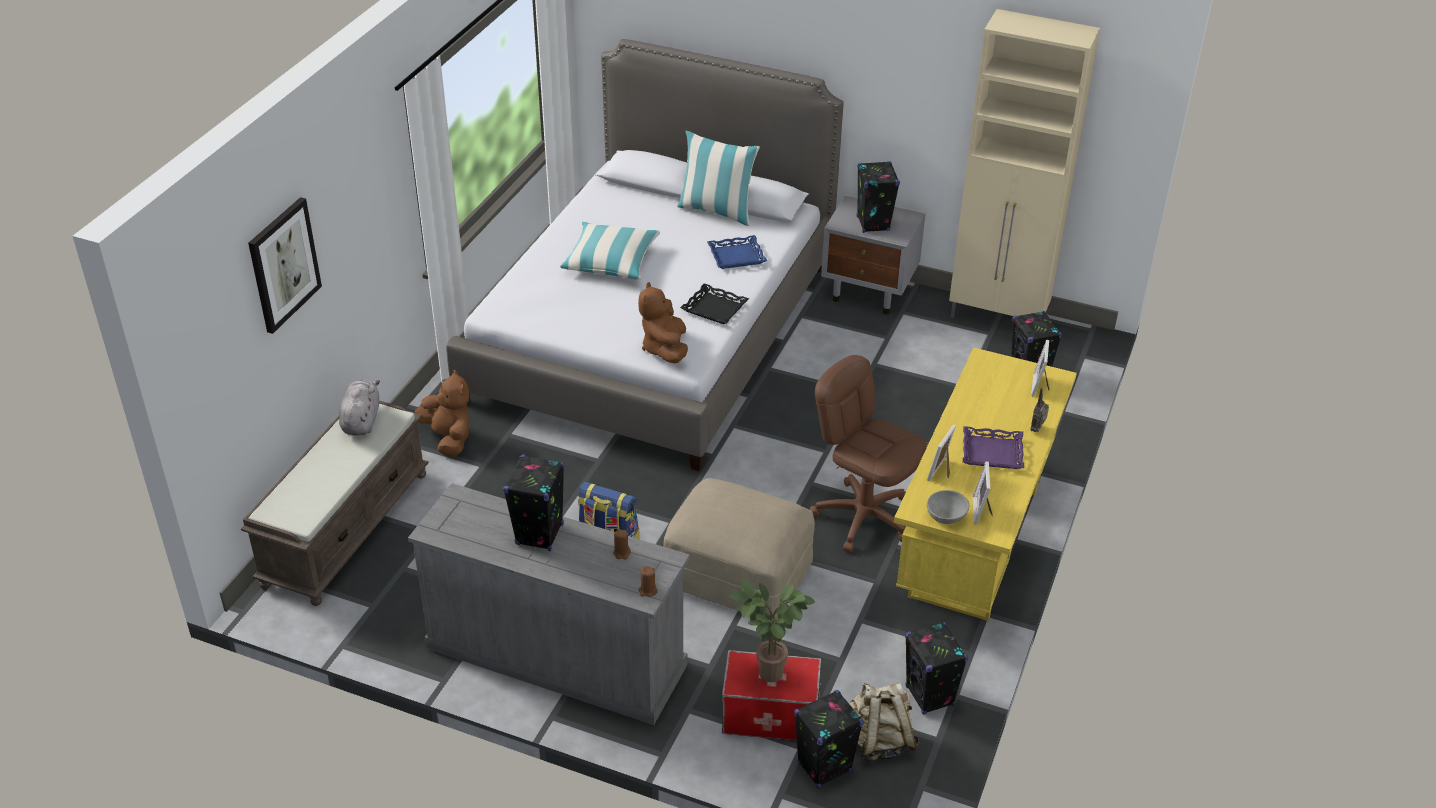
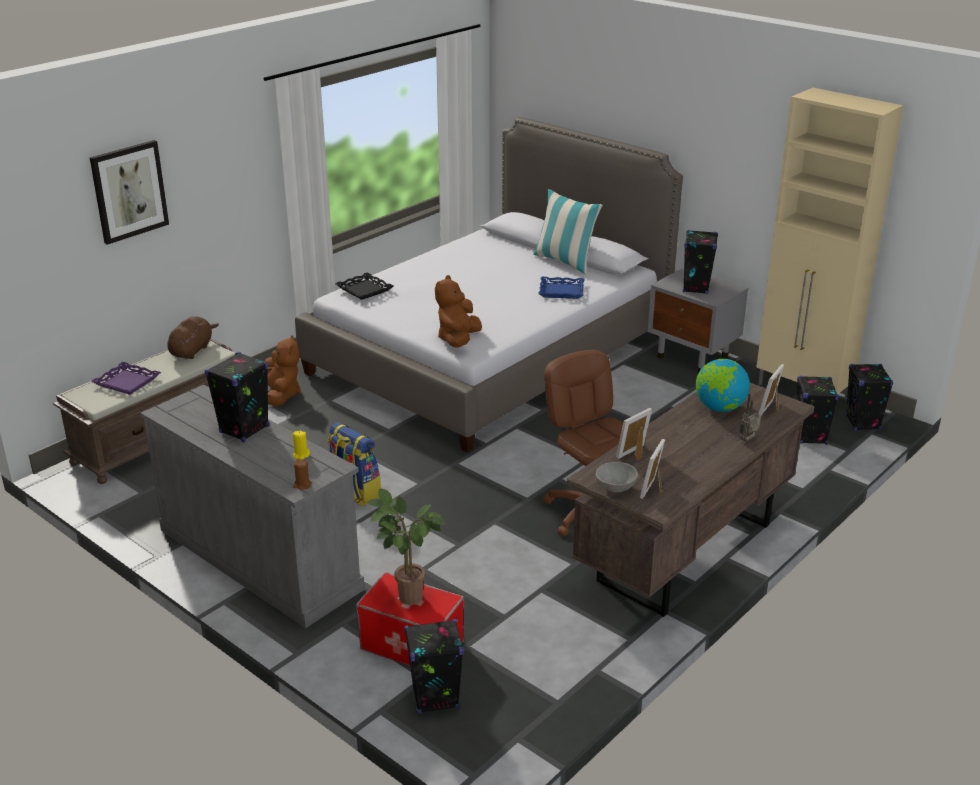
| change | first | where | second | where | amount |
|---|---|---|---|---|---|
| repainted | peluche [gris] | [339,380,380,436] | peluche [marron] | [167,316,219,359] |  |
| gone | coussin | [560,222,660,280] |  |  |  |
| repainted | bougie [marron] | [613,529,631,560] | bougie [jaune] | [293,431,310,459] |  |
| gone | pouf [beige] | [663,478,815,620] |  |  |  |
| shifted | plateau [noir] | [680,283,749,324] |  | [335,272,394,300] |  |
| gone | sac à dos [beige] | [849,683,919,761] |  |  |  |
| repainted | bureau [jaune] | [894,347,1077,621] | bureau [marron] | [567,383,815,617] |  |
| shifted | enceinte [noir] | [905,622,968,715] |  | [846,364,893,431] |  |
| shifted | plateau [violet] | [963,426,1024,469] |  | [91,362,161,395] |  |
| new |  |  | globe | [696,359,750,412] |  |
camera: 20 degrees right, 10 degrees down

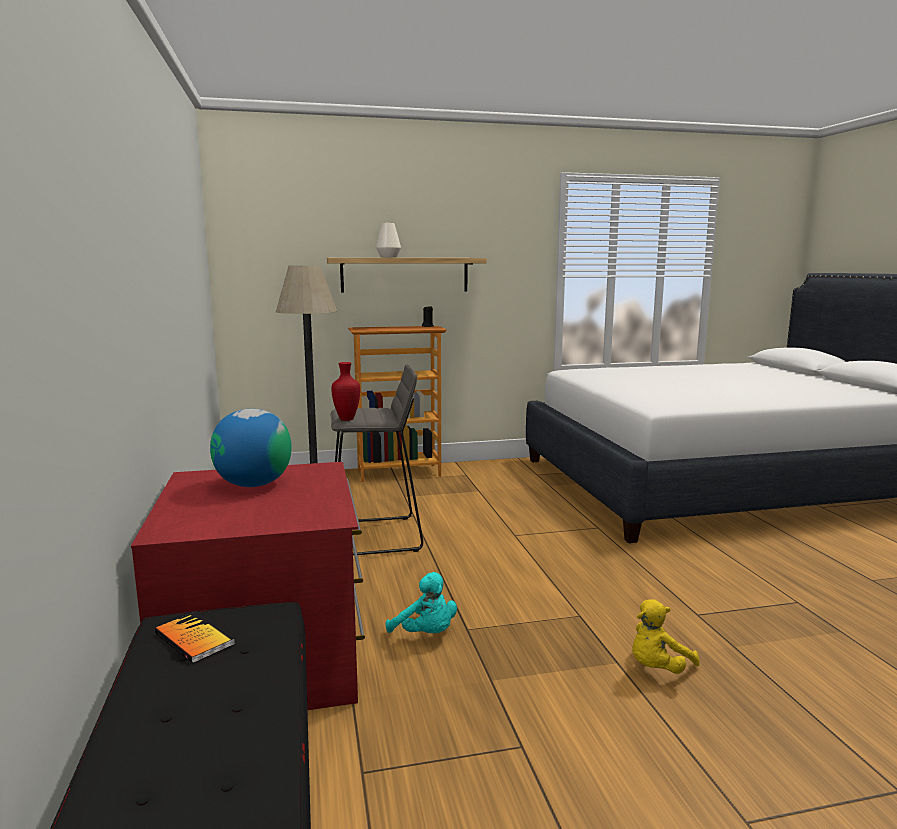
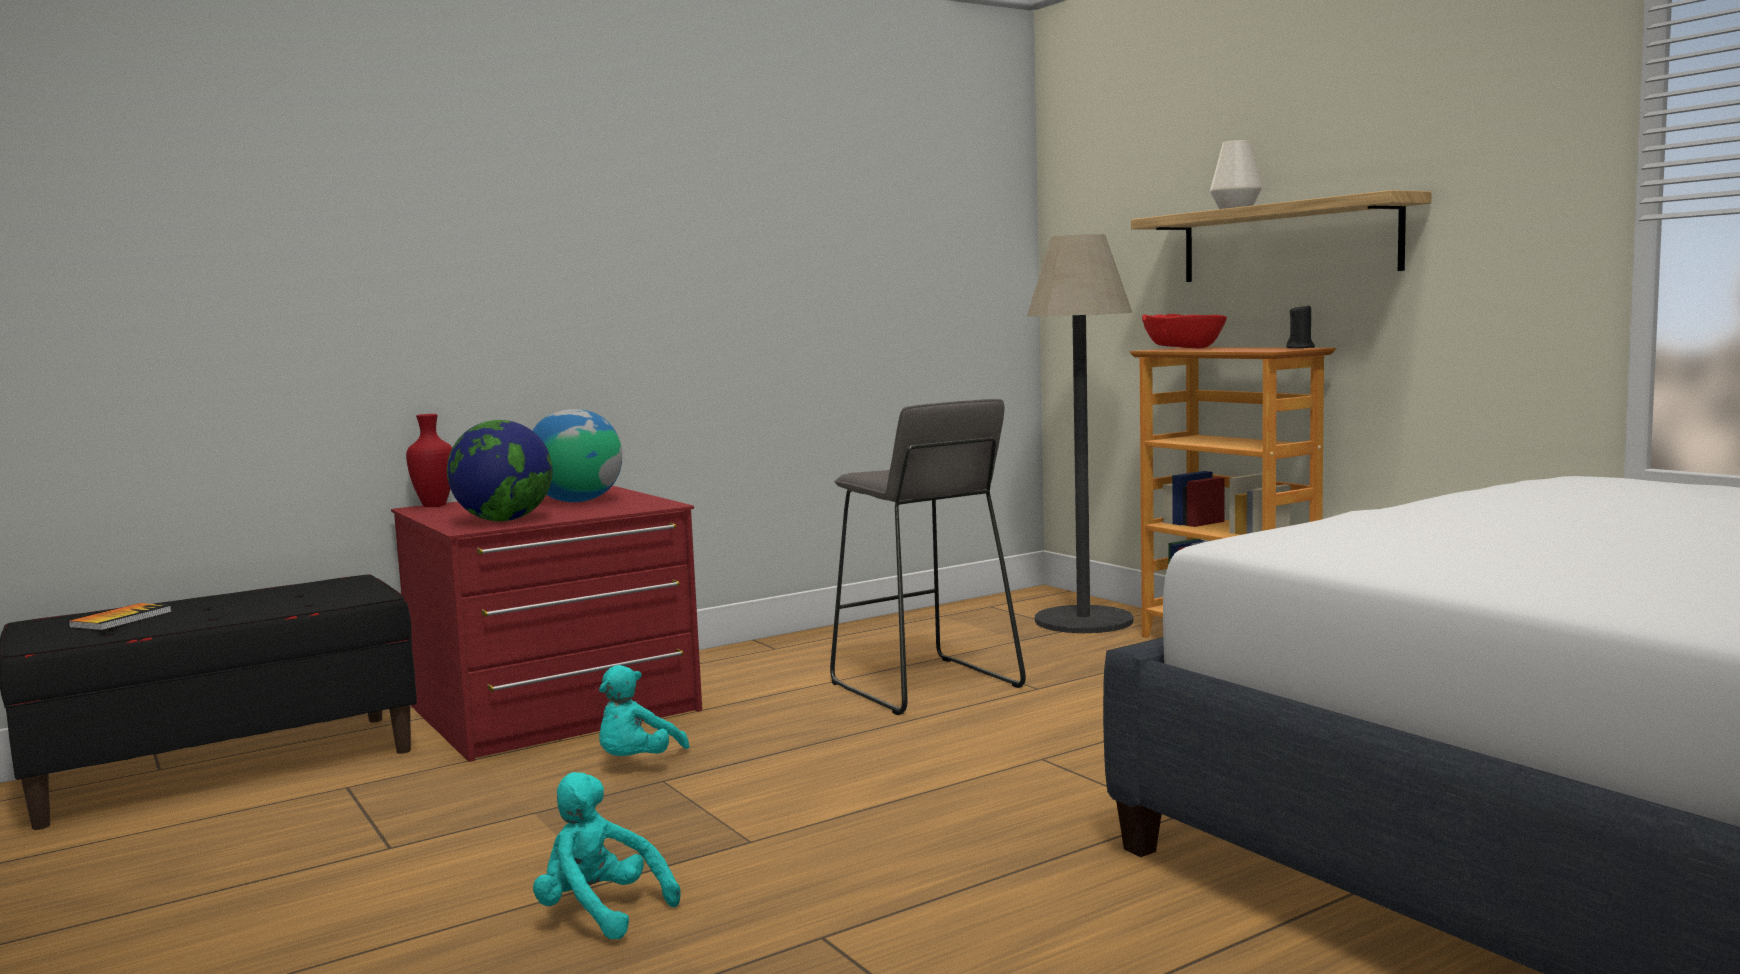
| change | first | where | second | where | amount |
|---|---|---|---|---|---|
| shifted | livre | [155,611,235,663] |  | [68,603,171,631] |  |
| shifted | vase [rouge] | [331,362,360,421] |  | [406,414,452,507] |  |
| repainted | peluche [jaune] | [632,599,700,674] | peluche [turquoise] | [533,772,681,939] |  |
| new |  |  | globe | [447,420,553,521] |  |
| new |  |  | bol [rouge] | [1142,314,1227,348] |  |
camera: 70 degrees right, 5 degrees down

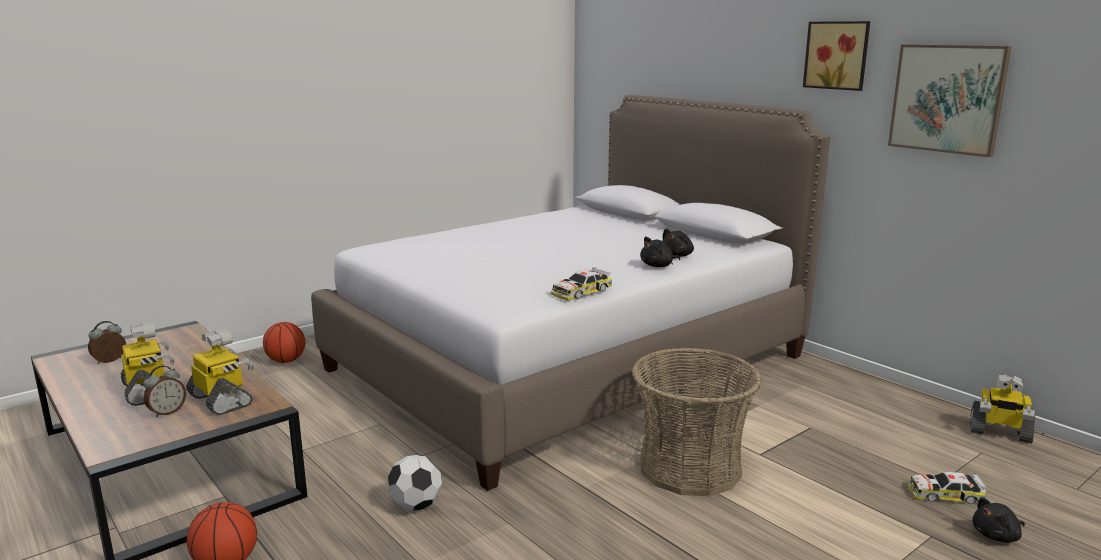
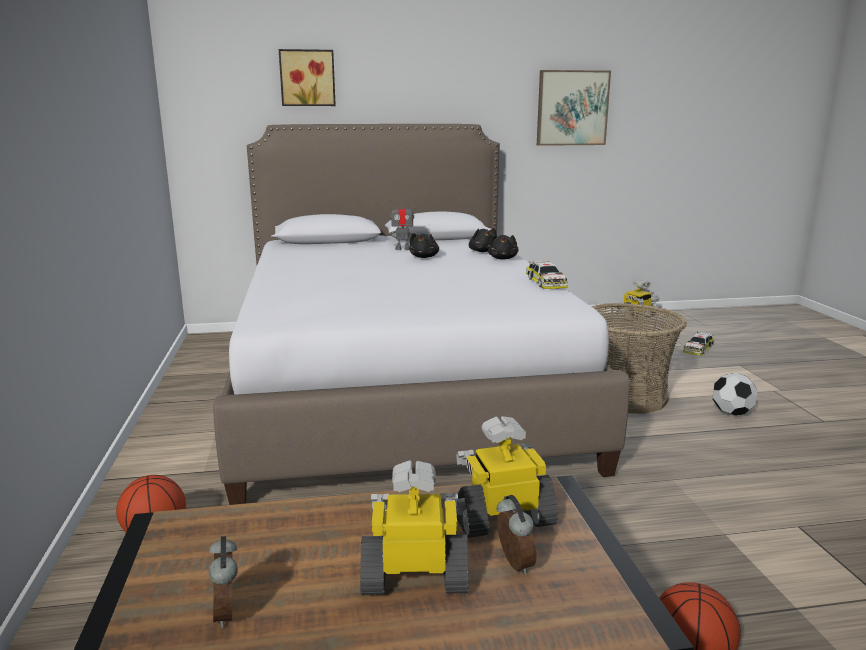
| change | first | where | second | where | amount |
|---|---|---|---|---|---|
| shifted | ballon de foot | [388,455,442,511] |  | [712,373,757,416] |  |
| shifted | tableau | [803,21,870,91] |  | [279,49,336,106] |  |
| shifted | peluche [noir] | [973,497,1025,543] |  | [409,233,439,258] |  |
| new |  |  | robot jouet | [385,200,420,250] |  |
camera: 60 degrees left, 0 degrees up

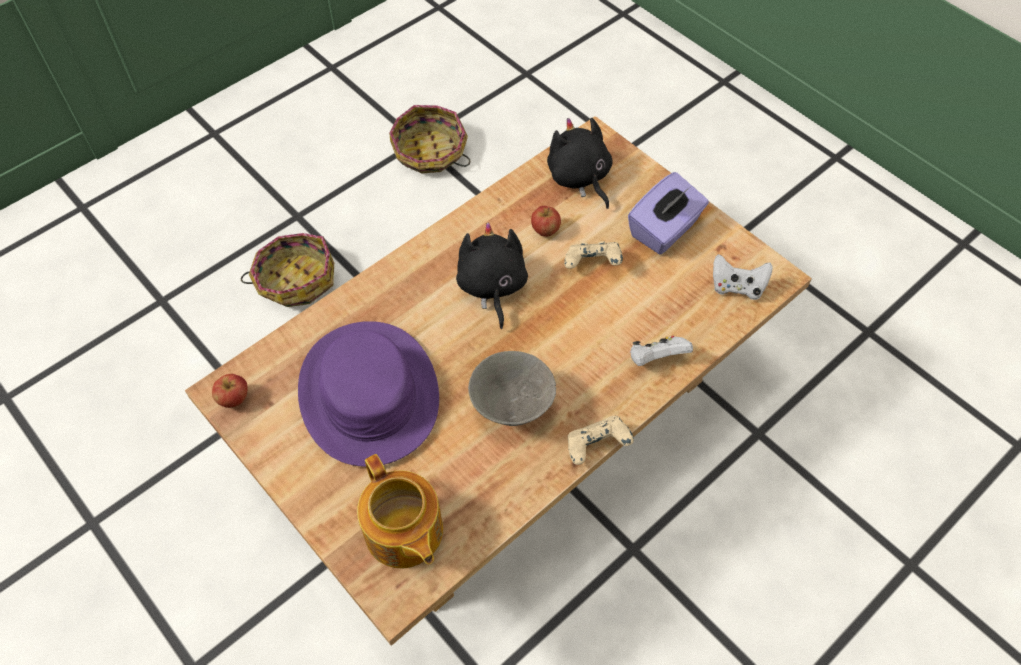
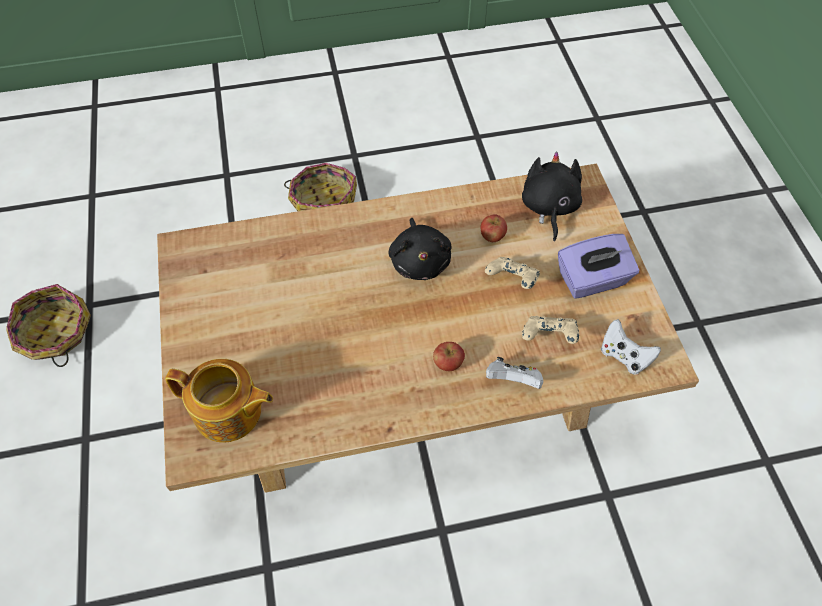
| change | first | where | second | where | amount |
|---|---|---|---|---|---|
| shifted | pomme | [212,374,248,408] |  | [433,342,465,371] |  |
| gone | chapeau [violet] | [298,321,439,467] |  |  |  |
| rotated | théière | [357,454,443,568] |  | [165,359,273,443] | 75 degrees counterclockwise |
| shifted | panier | [389,105,470,173] |  | [6,284,91,367] |  |
| rotated | peluche [noir] | [456,222,528,329] |  | [388,218,452,280] | 150 degrees clockwise |
| gone | bol [gris] | [468,351,556,426] |  |  |  |
| shifted | manette [beige] | [568,416,634,465] |  | [522,316,579,344] |  |
camera: 30 degrees right, 0 degrees up

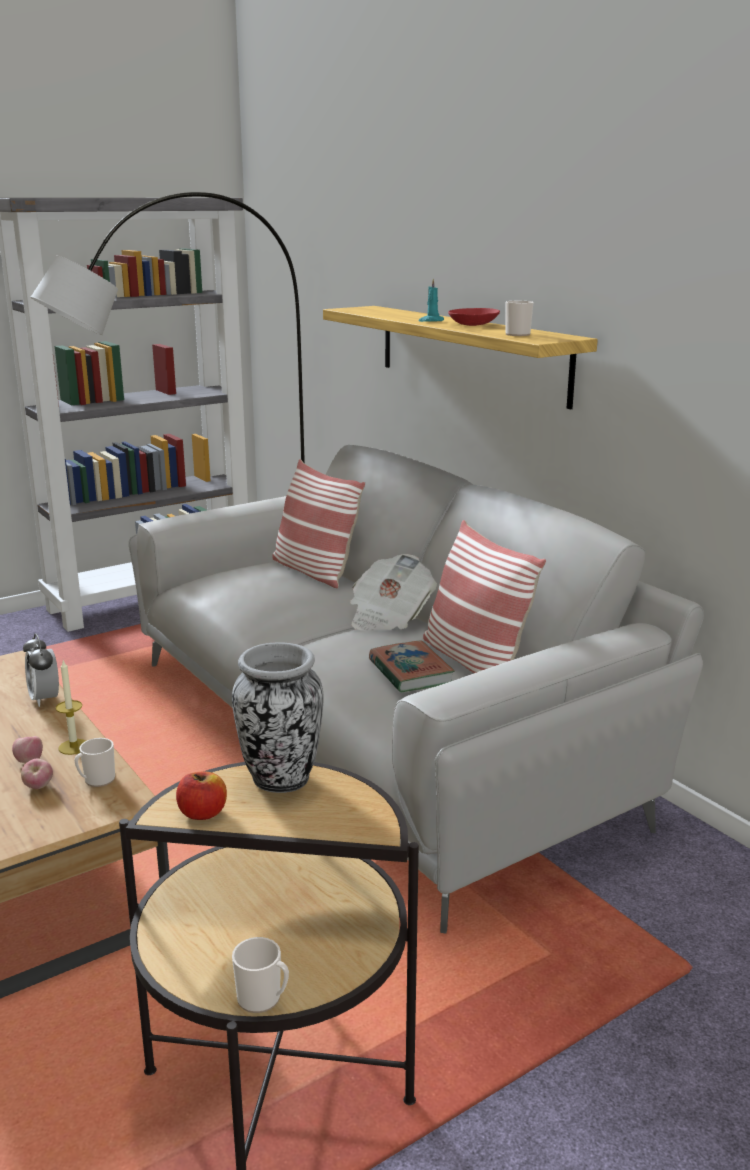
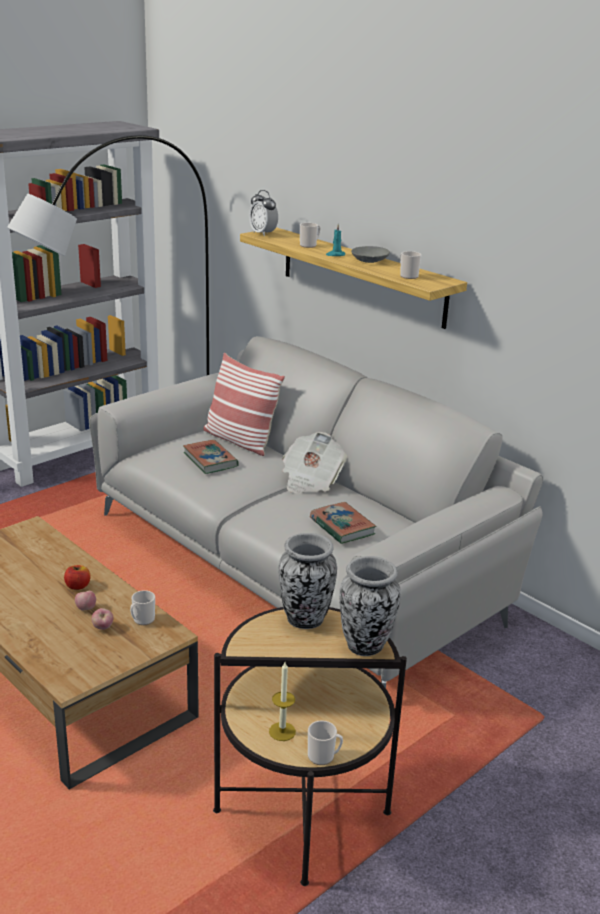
| change | first | where | second | where | amount |
|---|---|---|---|---|---|
| shifted | réveil | [23,633,59,707] |  | [249,190,278,236] |  |
| shifted | bougie | [56,661,86,755] |  | [269,662,296,741] |  |
| shifted | pomme | [176,771,227,820] |  | [64,565,90,590] |  |
| gone | coussin | [423,520,546,673] |  |  |  |
| repainted | bol [rouge] | [448,308,500,326] | bol [gris] | [351,246,390,263] |  |
| new |  |  | livre | [183,440,239,474] |  |
| new |  |  | mug | [300,223,321,248] |  |
| new |  |  | vase | [339,556,401,656] |  |
camera: 10 degrees left, 5 degrees up

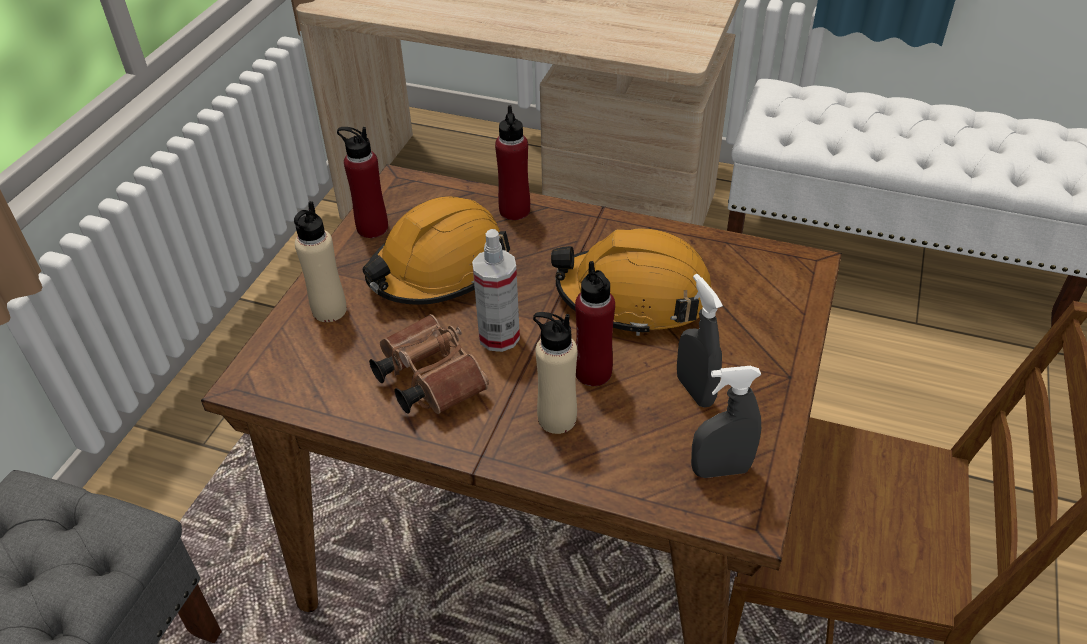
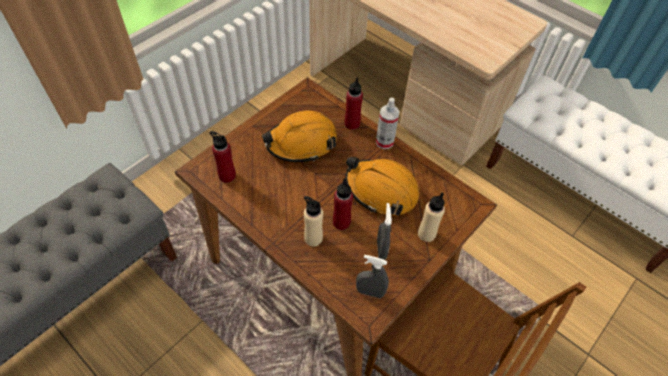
| change | first | where | second | where | amount |
|---|---|---|---|---|---|
| shifted | bouteille [beige] | [294,201,347,322] |  | [418,192,445,242] |  |
| shifted | bouteille [rouge] | [337,127,388,238] |  | [210,131,236,183] |  |
| gone | jumelles [marron] | [369,314,489,414] |  |  |  |
| shifted | vaporisateur | [472,229,520,352] |  | [376,97,400,149] |  |
camera: 20 degrees right, 10 degrees up

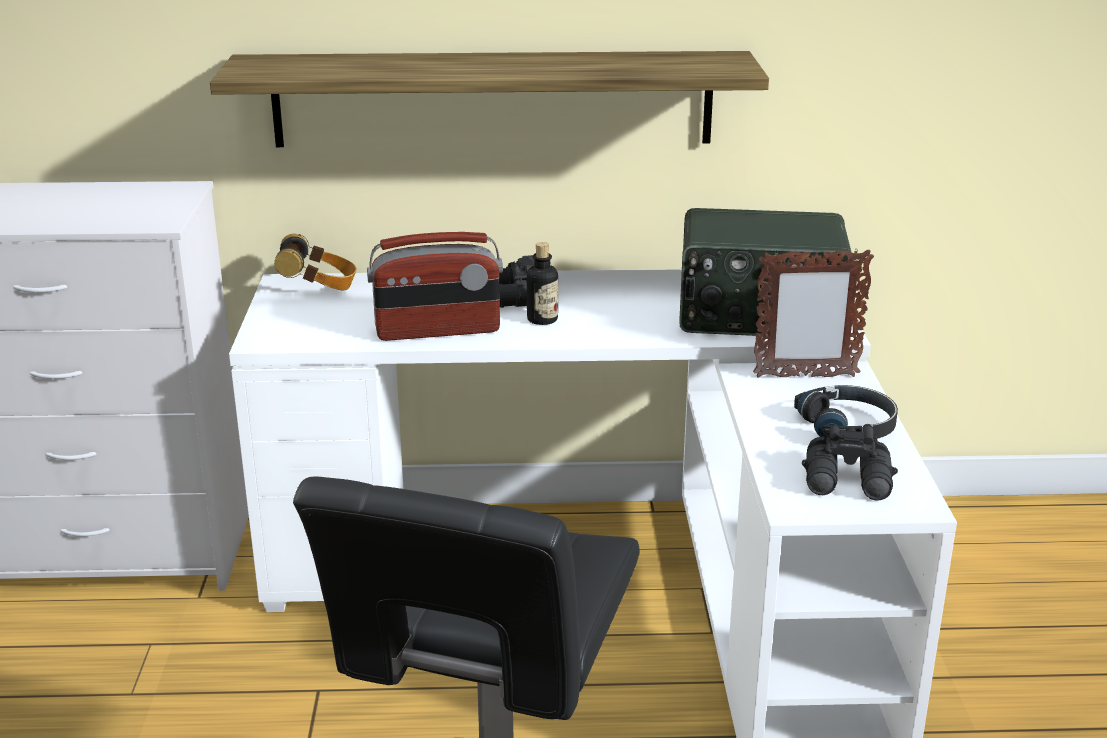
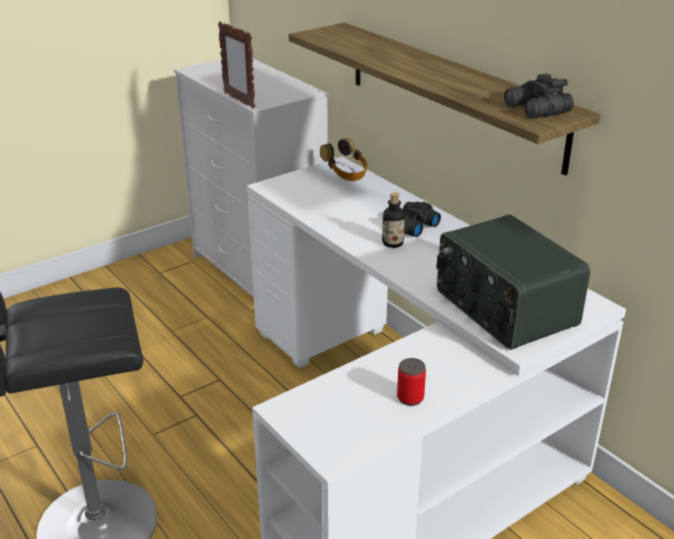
| change | first | where | second | where | amount |
|---|---|---|---|---|---|
| gone | radio | [367,232,503,341] |  |  |  |
| shifted | cadre photo | [753,248,874,378] |  | [218,21,255,109] |  |
| swapped | casque audio [noir] | [794,385,898,439] | boîte métallique | [397,358,426,406] |  |
| shifted | jumelles [noir] | [802,424,898,500] |  | [504,73,574,118] |  |
camera: 55 degrees right, 5 degrees up

